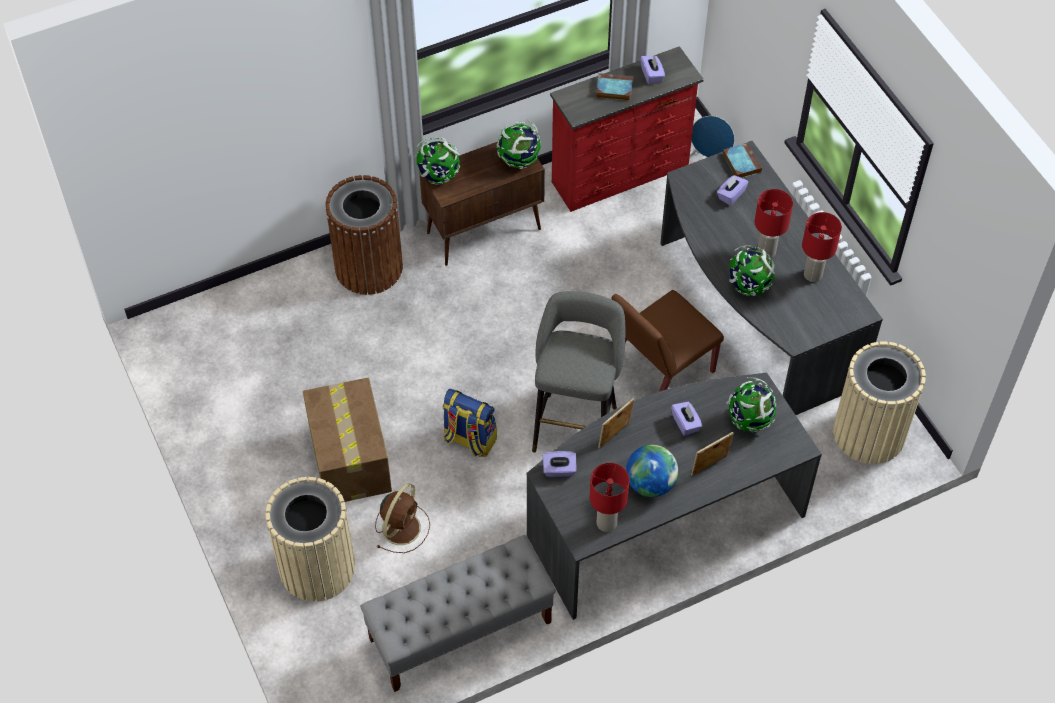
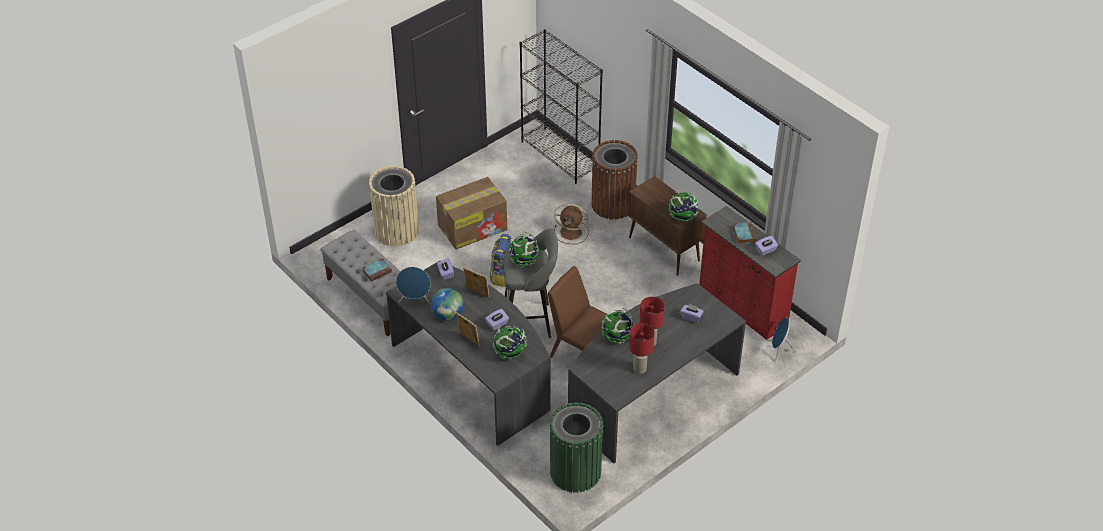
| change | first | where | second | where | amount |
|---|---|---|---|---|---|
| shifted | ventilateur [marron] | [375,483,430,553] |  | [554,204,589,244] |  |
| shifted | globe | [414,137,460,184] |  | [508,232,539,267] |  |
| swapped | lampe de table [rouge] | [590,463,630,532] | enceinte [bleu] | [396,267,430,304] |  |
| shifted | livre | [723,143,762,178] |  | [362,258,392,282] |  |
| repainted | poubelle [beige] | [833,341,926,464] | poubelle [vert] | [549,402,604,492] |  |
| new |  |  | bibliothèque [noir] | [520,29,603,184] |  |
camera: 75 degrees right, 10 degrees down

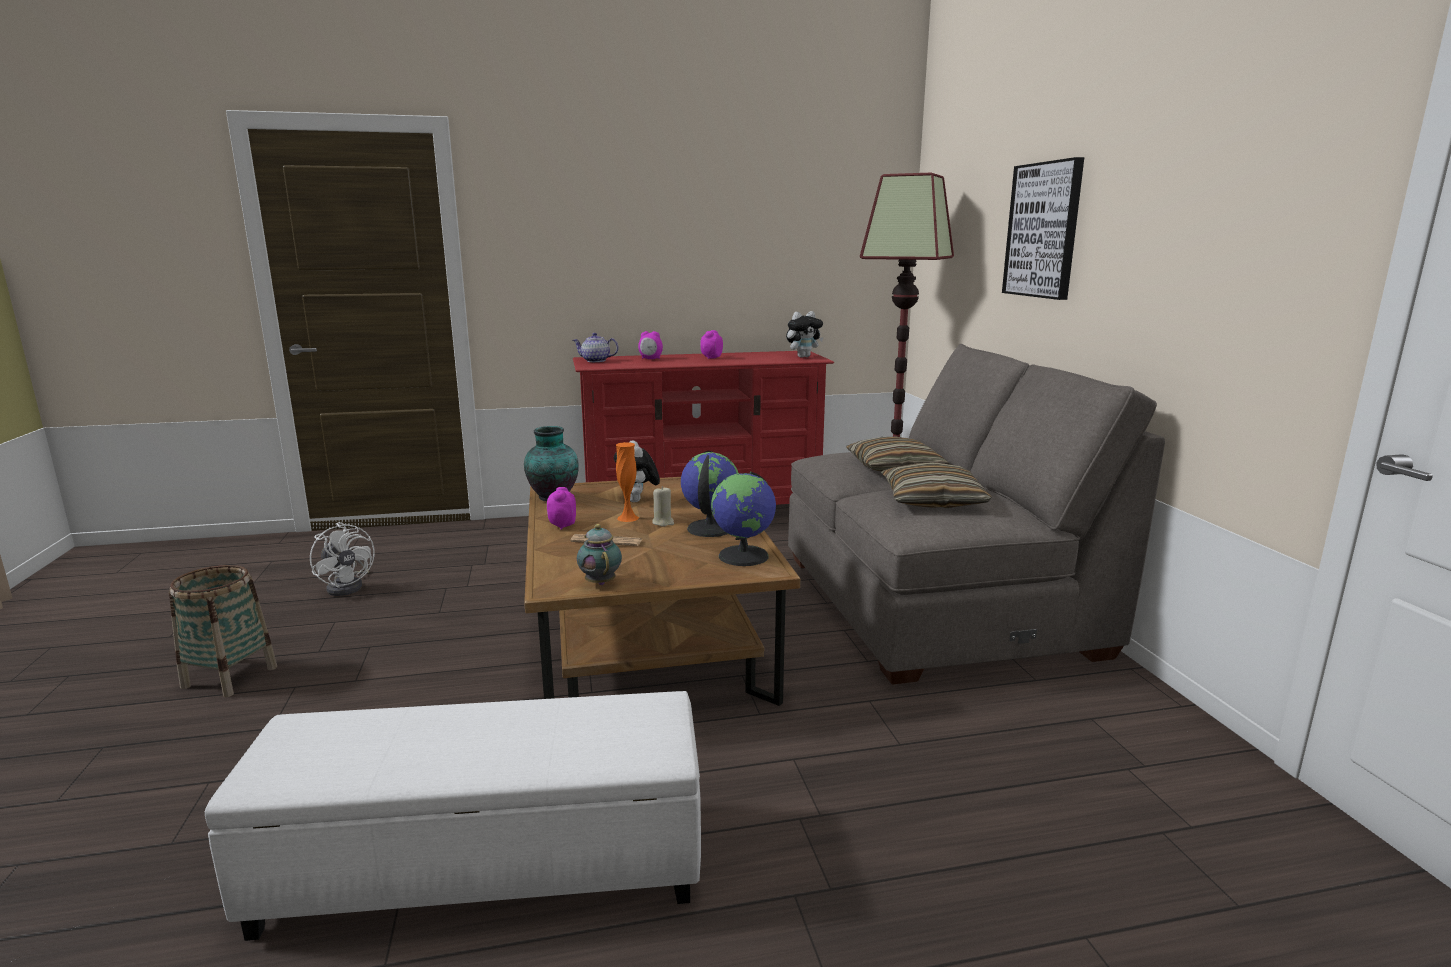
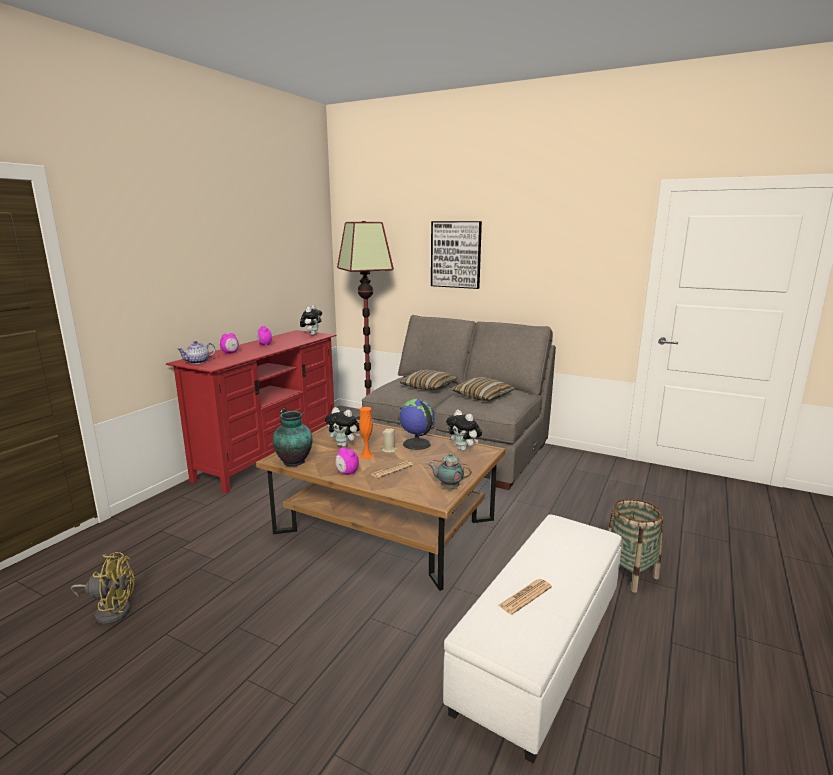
| change | first | where | second | where | amount |
|---|---|---|---|---|---|
| shifted | panier | [169,565,277,697] |  | [608,499,663,593] |  |
| repainted | ventilateur [blanc] | [310,522,375,596] | ventilateur [jaune] | [71,552,135,625] |  |
| swapped | globe | [711,472,776,566] | peluche | [446,410,482,451] |  |
| new |  |  | journal | [498,579,552,615] |  |
camera: 50 degrees left, 0 degrees up

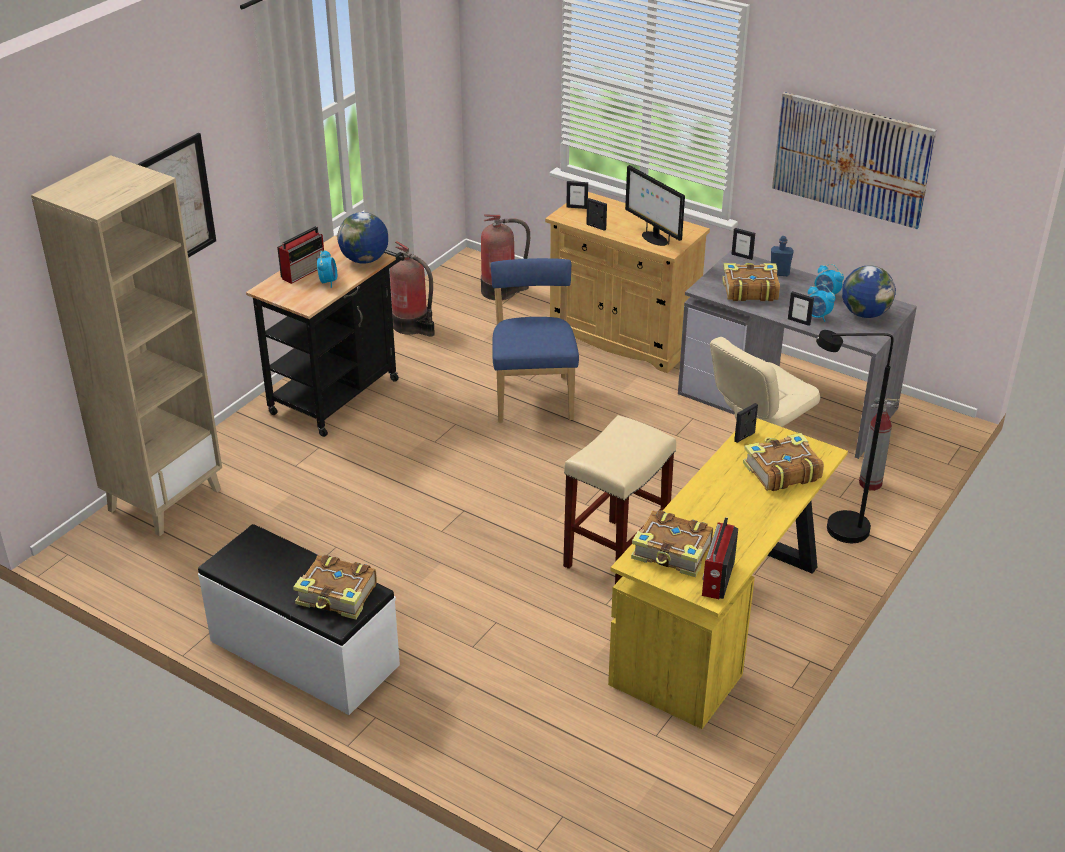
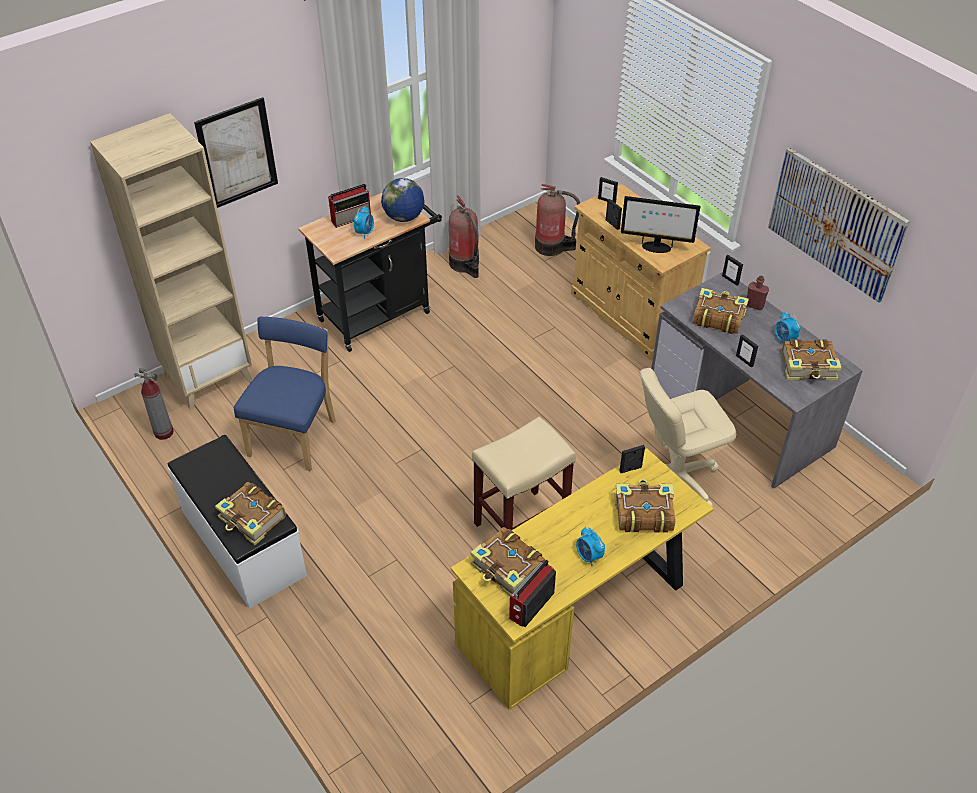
| change | first | where | second | where | amount |
|---|---|---|---|---|---|
| shifted | chaise [bleu] | [491,258,579,423] |  | [234,316,336,471] |  |
| rotated | écran d'ordinateur | [625,165,685,246] |  | [621,196,701,253] | 60 degrees counterclockwise |
| repainted | bouteille [bleu] | [771,236,793,276] | bouteille [rouge] | [747,276,769,310] |  |
| shifted | réveil | [808,285,836,322] |  | [576,526,605,566] |  |
| gone | lampadaire [noir] | [816,330,893,543] |  |  |  |
| swapped | globe | [842,265,896,318] | livre | [782,339,841,380] |  |
| shifted | extincteur | [859,397,900,491] |  | [134,368,174,440] |  |
camera: 20 degrees right, 10 degrees up

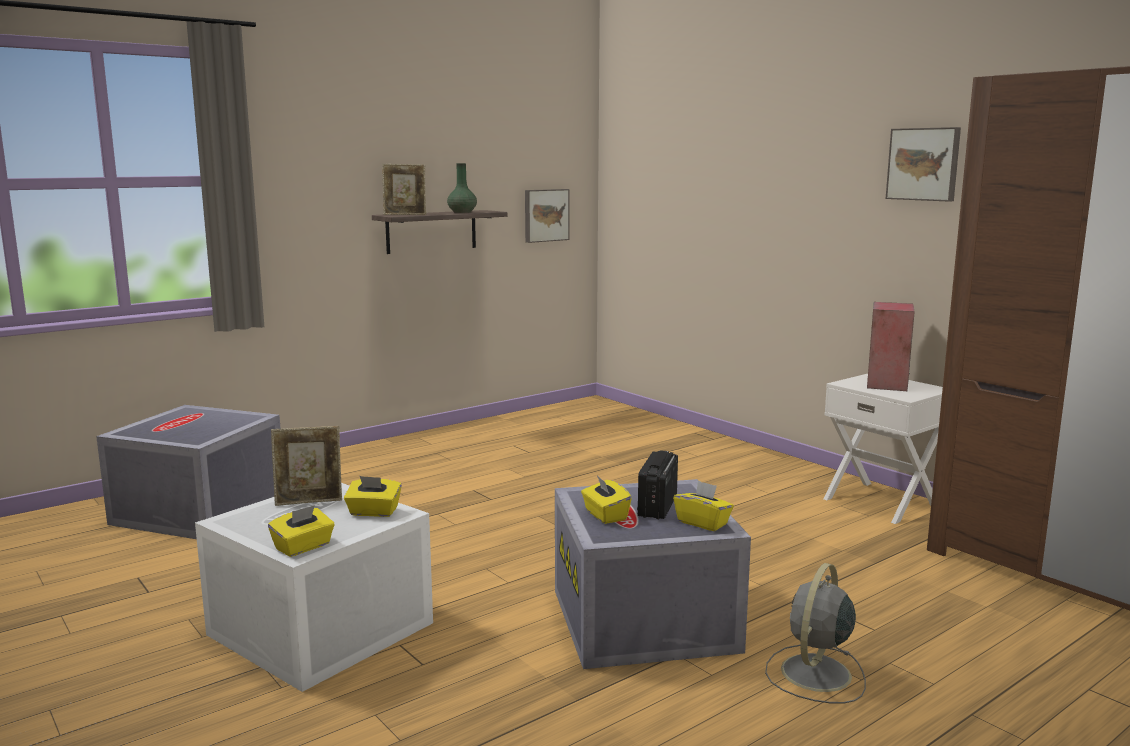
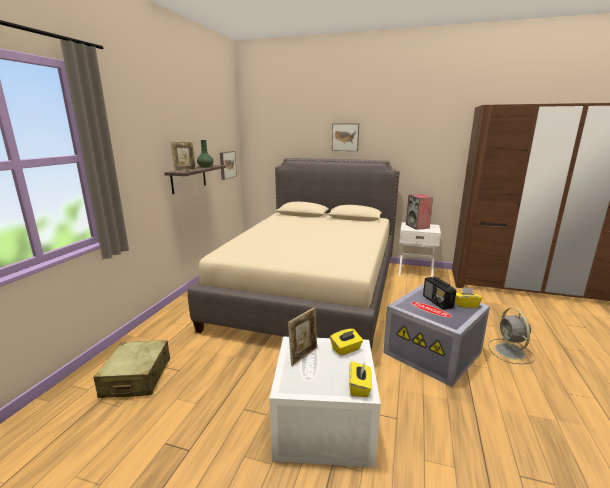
| change | first | where | second | where | amount |
|---|---|---|---|---|---|
| swapped | boîte de rangement [gris] | [96,405,280,539] | valise [beige] | [93,340,170,398] |  |
| gone | boîte à mouchoirs [jaune] | [581,476,632,524] |  |  |  |
| shifted | tableau | [886,127,961,202] |  | [332,124,359,151] |  |
| new |  |  | lit [beige] | [188,158,400,350] |  |
camera: 35 degrees left, 5 degrees up

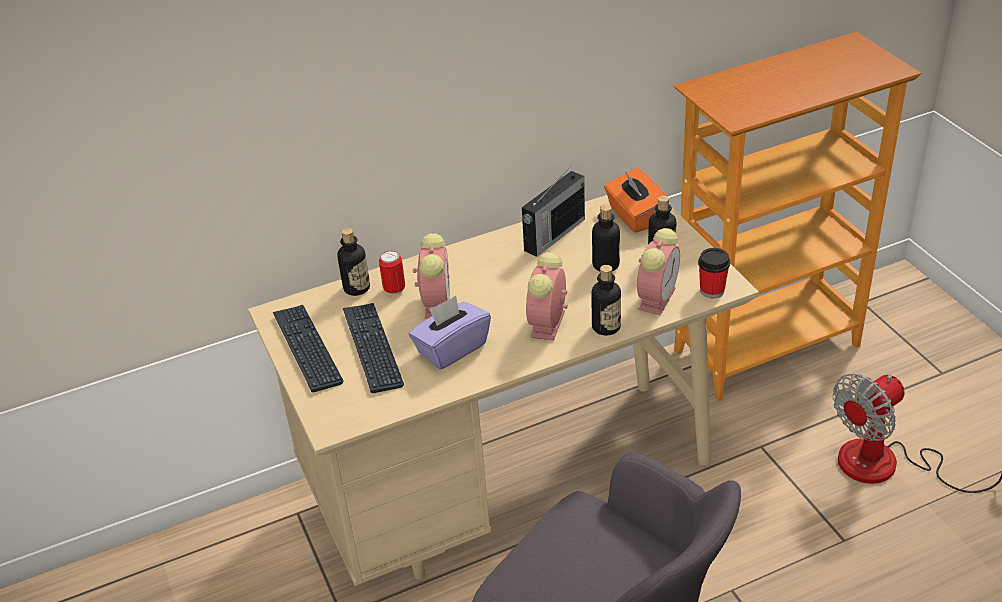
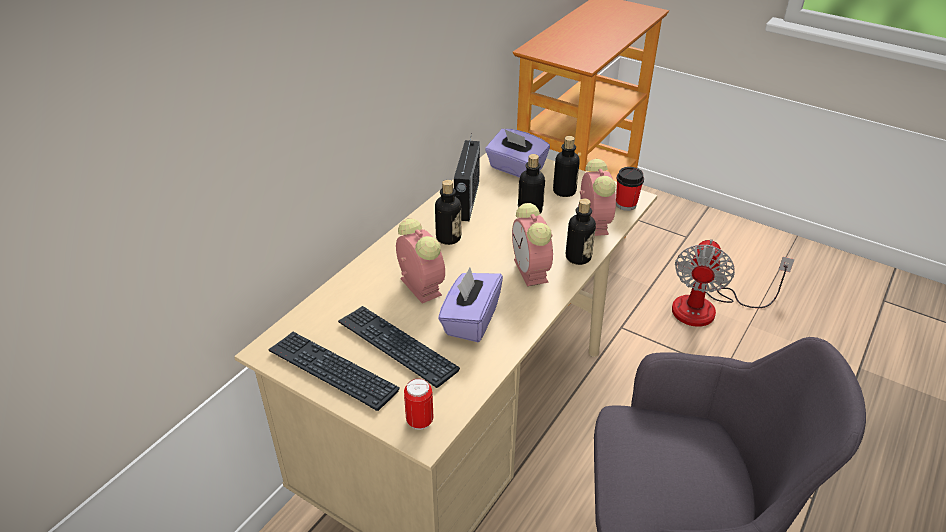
| change | first | where | second | where | amount |
|---|---|---|---|---|---|
| shifted | bouteille | [337,228,370,296] |  | [435,180,461,245] |  |
| shifted | boîte métallique | [379,251,405,295] |  | [404,378,433,430] |  |
| repainted | boîte à mouchoirs [orange] | [604,168,666,233] | boîte à mouchoirs [violet] | [485,129,550,178] |  |
camera: 35 degrees left, 0 degrees up

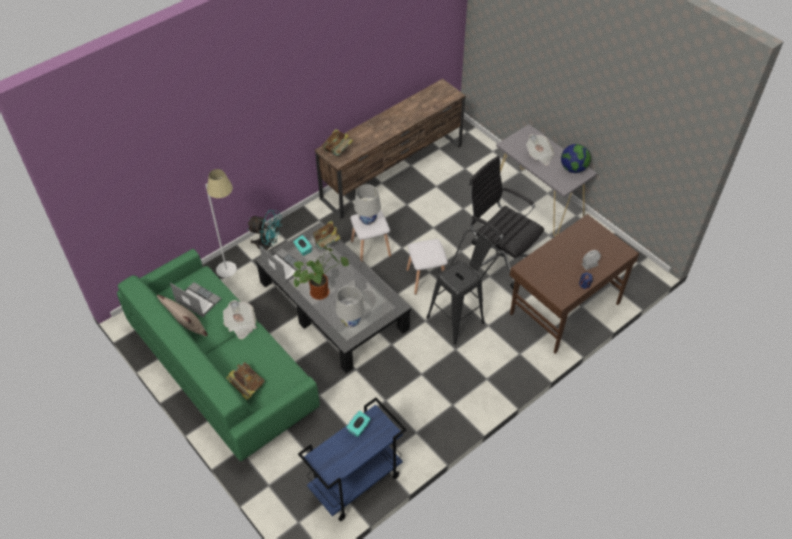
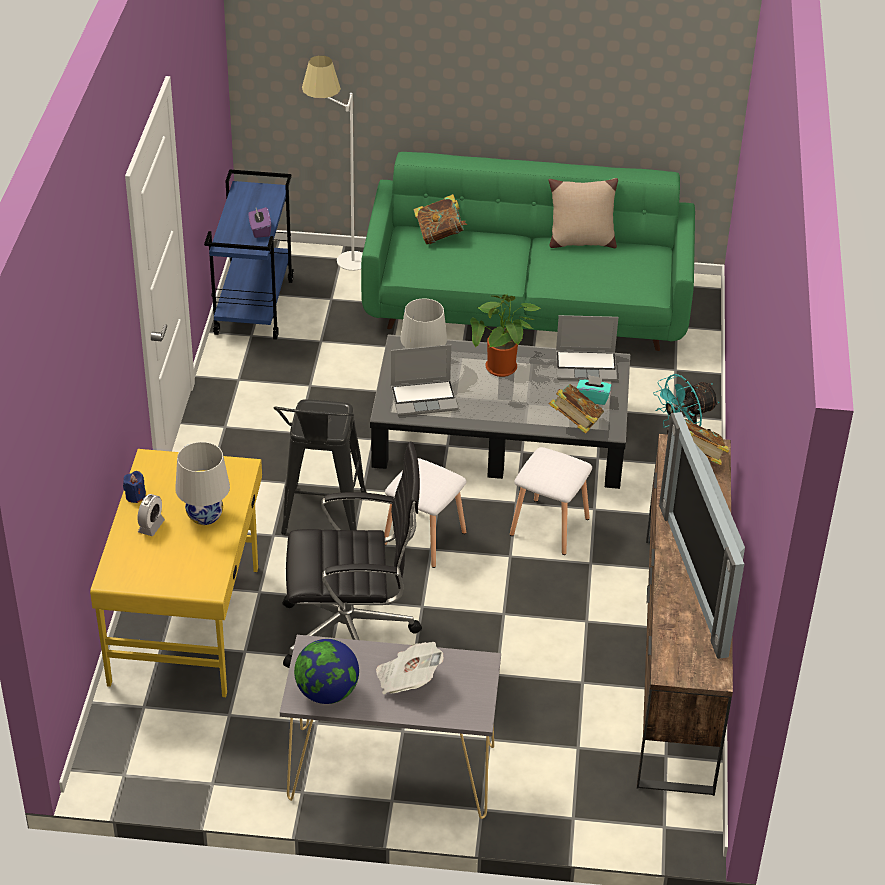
| change | first | where | second | where | amount |
|---|---|---|---|---|---|
| shifted | ordinateur portable | [170,282,221,317] |  | [391,345,458,416] |  |
| shifted | lampadaire [blanc] | [205,169,237,278] |  | [302,55,363,271] |  |
| gone | journal | [223,300,257,339] |  |  |  |
| repainted | boîte à mouchoirs [turquoise] | [346,411,371,437] | boîte à mouchoirs [violet] | [248,207,271,238] |  |
| shifted | lampe de table [blanc] | [354,184,381,225] |  | [175,442,230,525] |  |
| repainted | bureau [marron] | [510,214,639,353] | bureau [jaune] | [90,449,262,697] |  |
| new |  |  | téléviseur | [659,412,745,659] |  |
camera: 135 degrees right, 10 degrees down

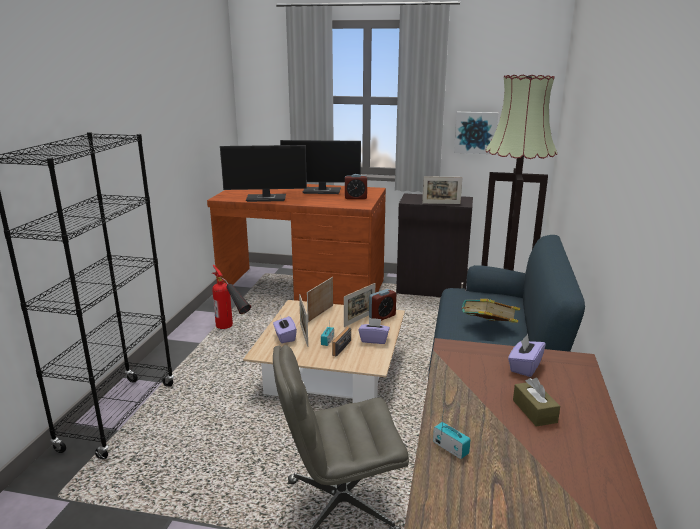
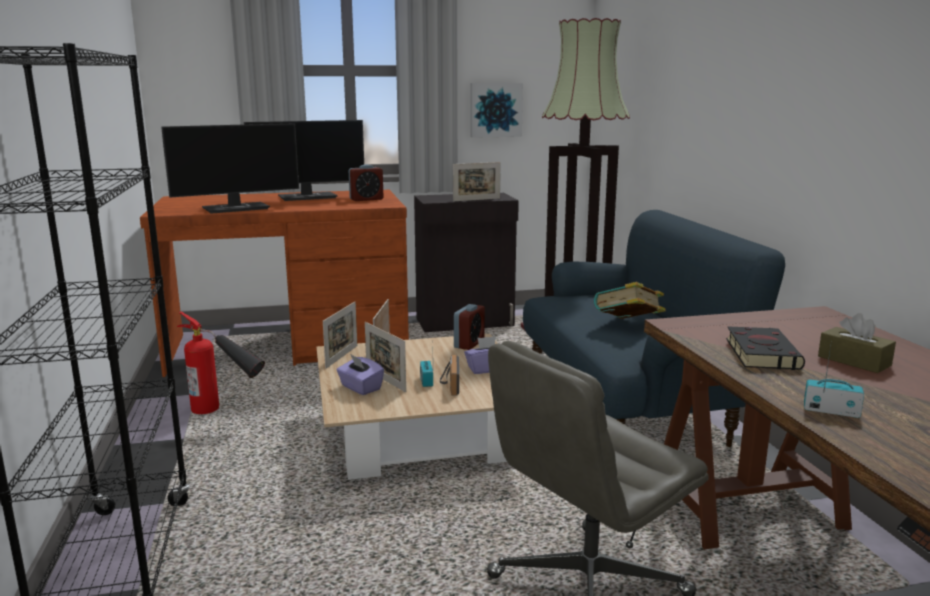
| change | first | where | second | where | amount |
|---|---|---|---|---|---|
| shifted | cadre photo | [344,283,375,327] |  | [323,302,357,369] |  |
| gone | boîte à mouchoirs [violet] | [508,334,546,377] |  |  |  |
| new |  |  | livre [noir] | [726,326,805,370] |  |
camera: 25 degrees left, 5 degrees down

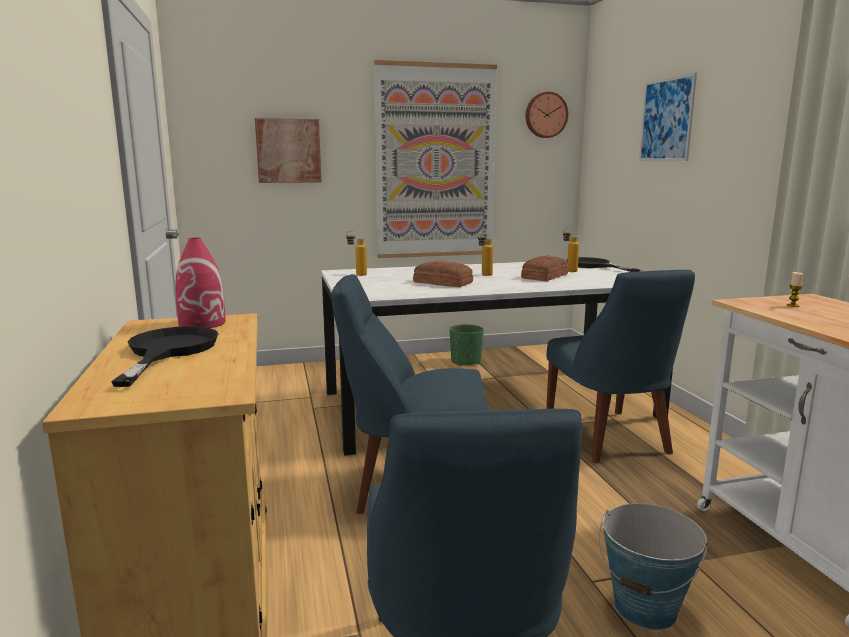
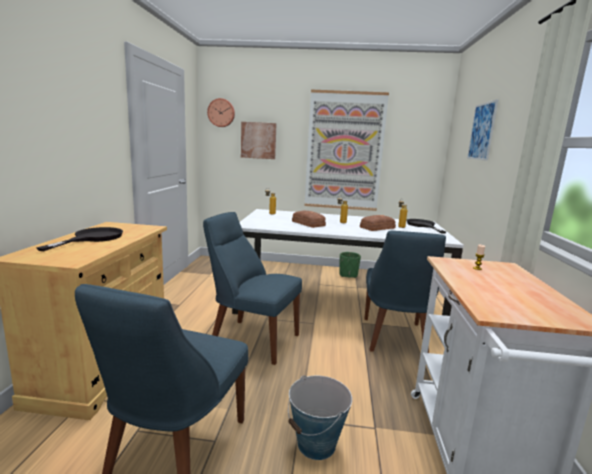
| change | first | where | second | where | amount |
|---|---|---|---|---|---|
| gone | vase [rouge] | [175,238,226,328] |  |  |  |
| shifted | horloge murale | [526,92,568,138] |  | [207,98,235,127] |  |
camera: 20 degrees right, 0 degrees up

